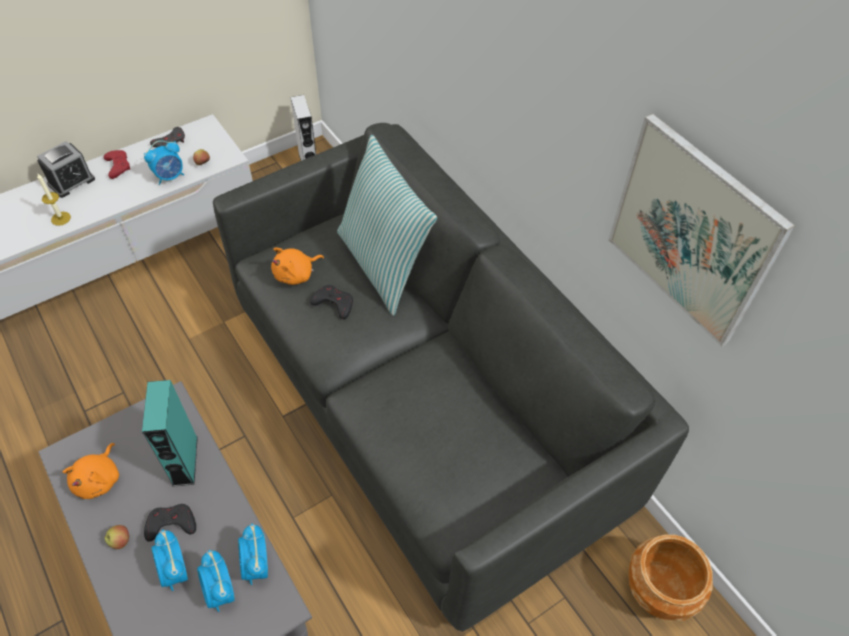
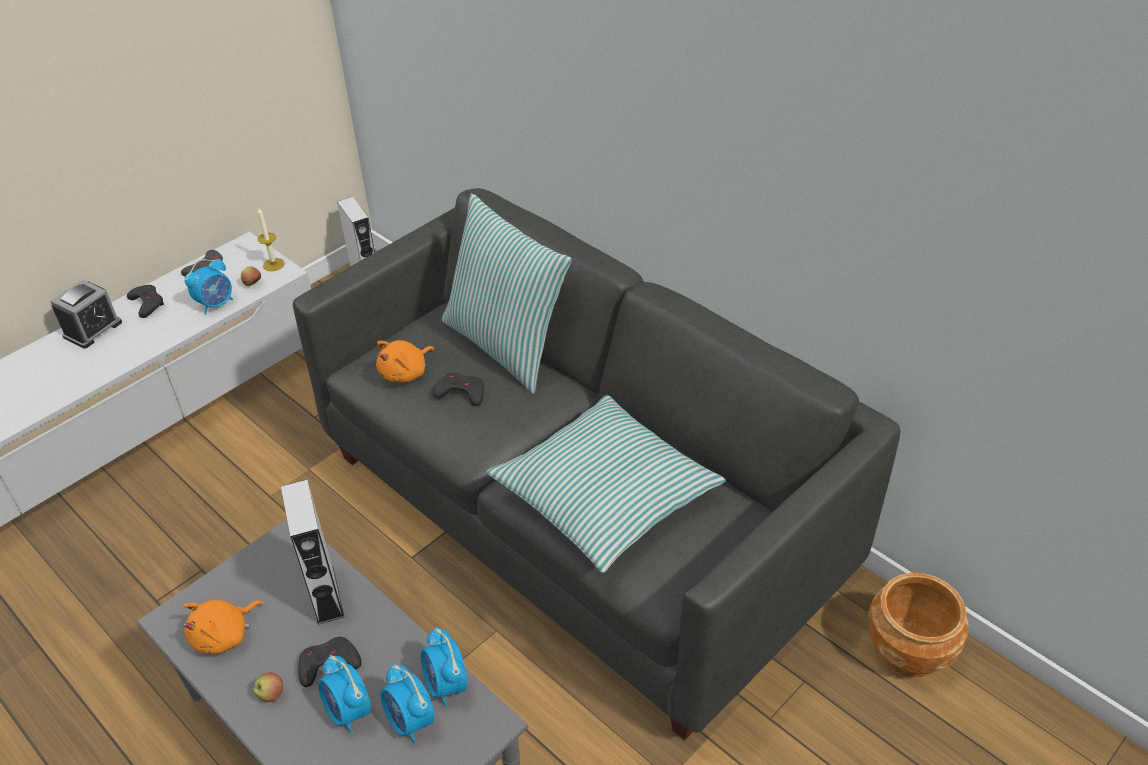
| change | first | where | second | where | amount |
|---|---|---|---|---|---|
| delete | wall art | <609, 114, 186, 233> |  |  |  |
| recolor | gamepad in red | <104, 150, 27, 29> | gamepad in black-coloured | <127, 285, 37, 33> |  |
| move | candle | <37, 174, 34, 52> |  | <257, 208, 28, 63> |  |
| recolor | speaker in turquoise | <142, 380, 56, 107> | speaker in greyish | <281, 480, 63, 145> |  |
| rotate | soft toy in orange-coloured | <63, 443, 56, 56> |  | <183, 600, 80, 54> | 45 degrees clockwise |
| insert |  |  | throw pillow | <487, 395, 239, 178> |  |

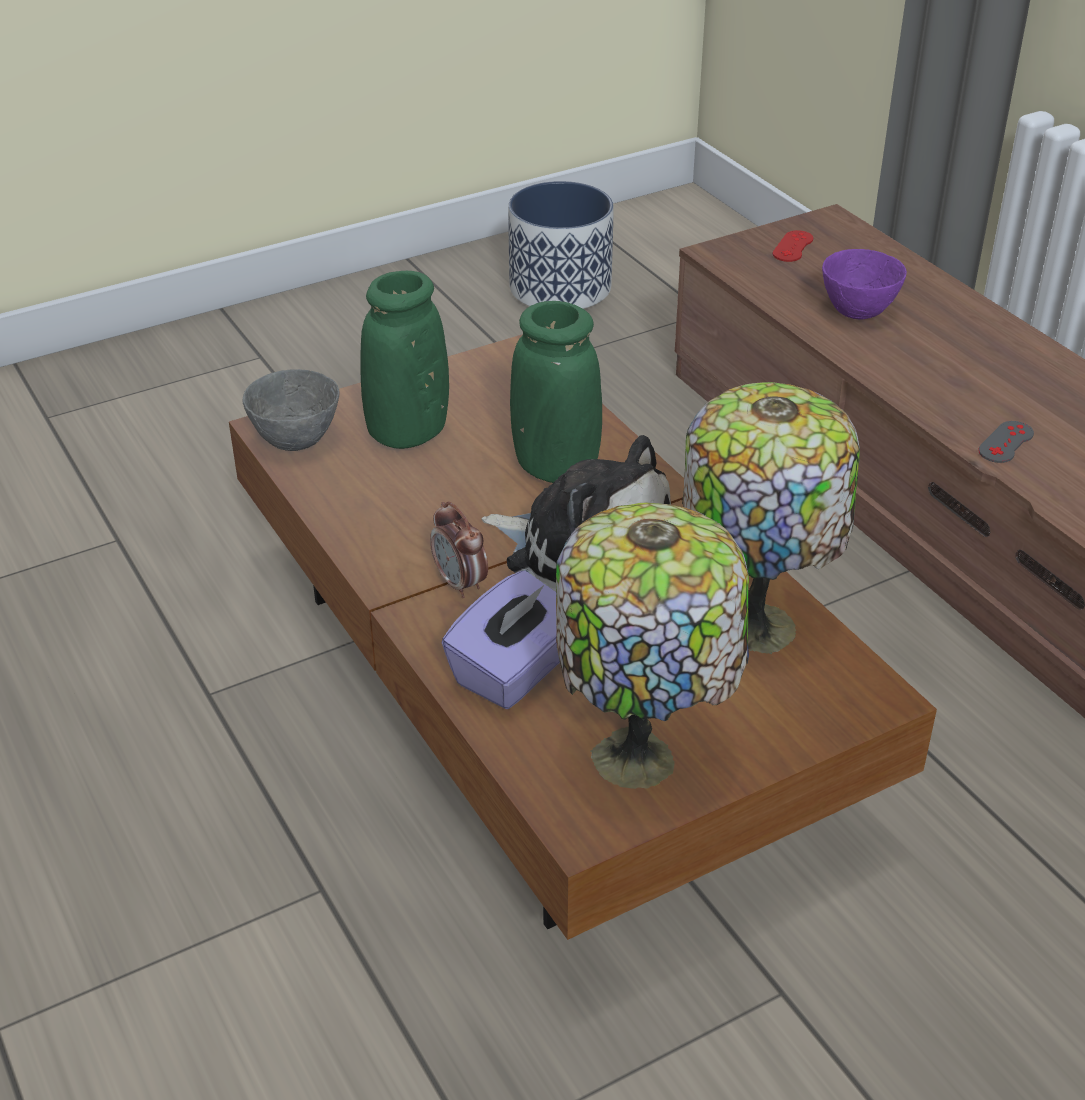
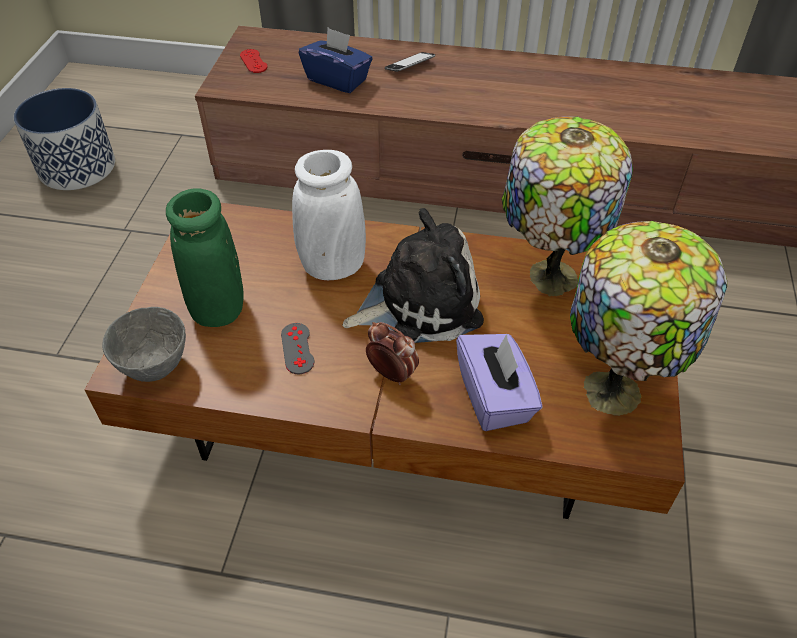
| change | first | where | second | where | amount |
|---|---|---|---|---|---|
| replace | bowl in purple-coloured | <822, 249, 85, 71> | box of tissues in blue | <299, 28, 73, 65> |  |
| recolor | vase in greenish | <510, 301, 92, 182> | vase in white | <292, 150, 74, 130> |  |
| move | gamepad in greyish | <978, 421, 56, 42> |  | <281, 323, 33, 51> |  |
| rotate | bedside clock | <430, 501, 58, 97> |  | <366, 322, 53, 63> | 150 degrees counterclockwise |
| insert |  |  | phone | <385, 52, 50, 20> |  |

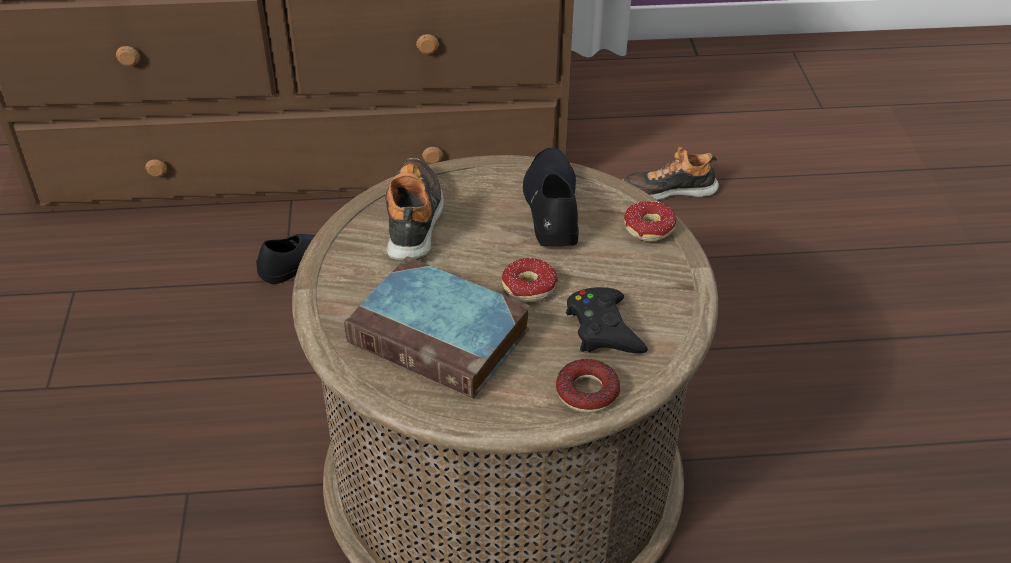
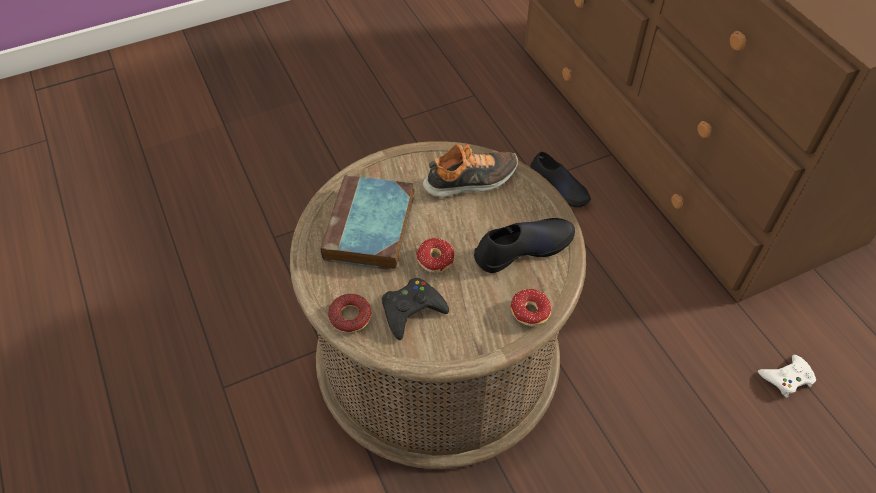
| change | first | where | second | where | amount |
|---|---|---|---|---|---|
| replace | item of footwear | <622, 147, 97, 53> | gamepad in white | <758, 355, 58, 43> |  |

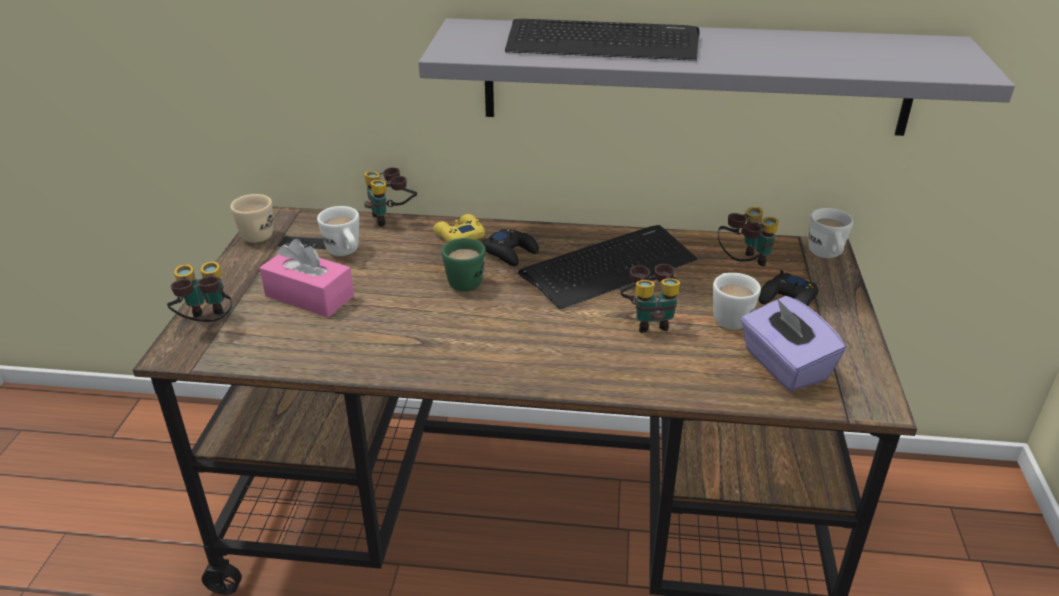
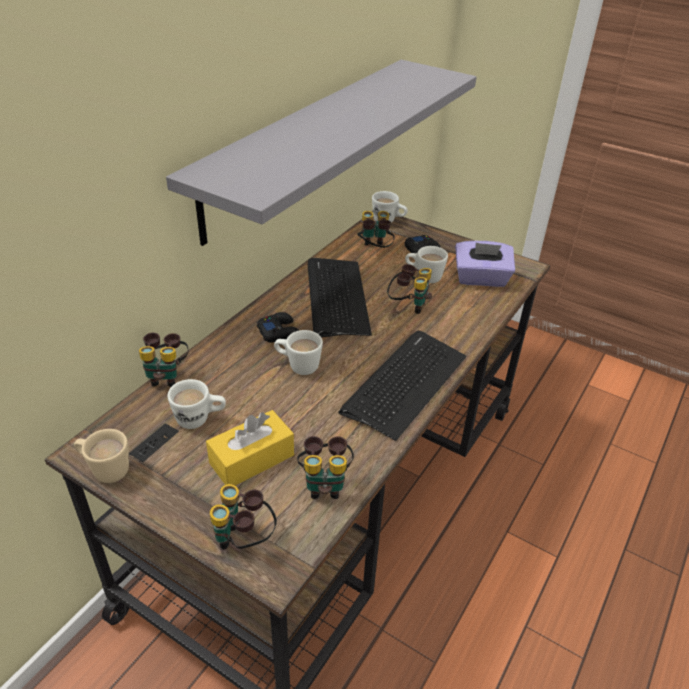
| change | first | where | second | where | amount |
|---|---|---|---|---|---|
| move | computer keyboard | <505, 19, 195, 42> |  | <338, 331, 128, 110> |  |
| delete | gamepad in yellowish | <433, 214, 52, 28> |  |  |  |
| recolor | tea mug in greenish | <442, 238, 44, 53> | tea mug in white | <274, 330, 49, 45> |  |
| recolor | box of tissues in pinkish | <260, 239, 94, 78> | box of tissues in yellowish | <206, 410, 88, 76> |  |
| insert |  |  | field glasses | <297, 436, 57, 63> |  |

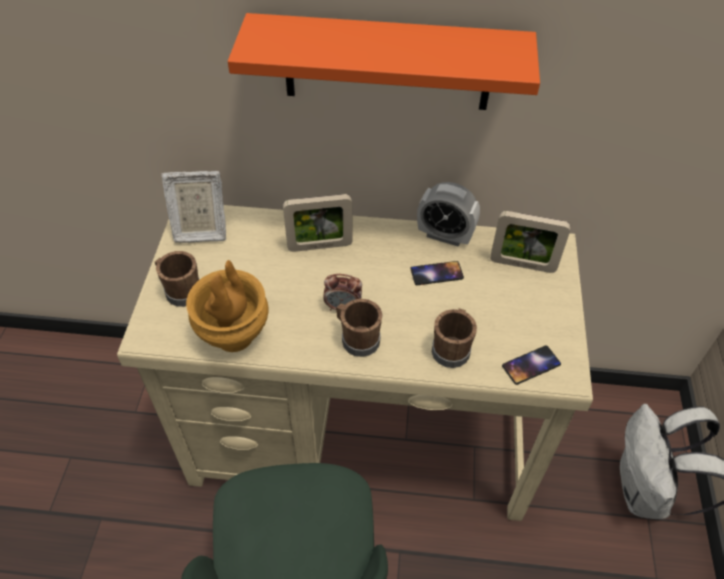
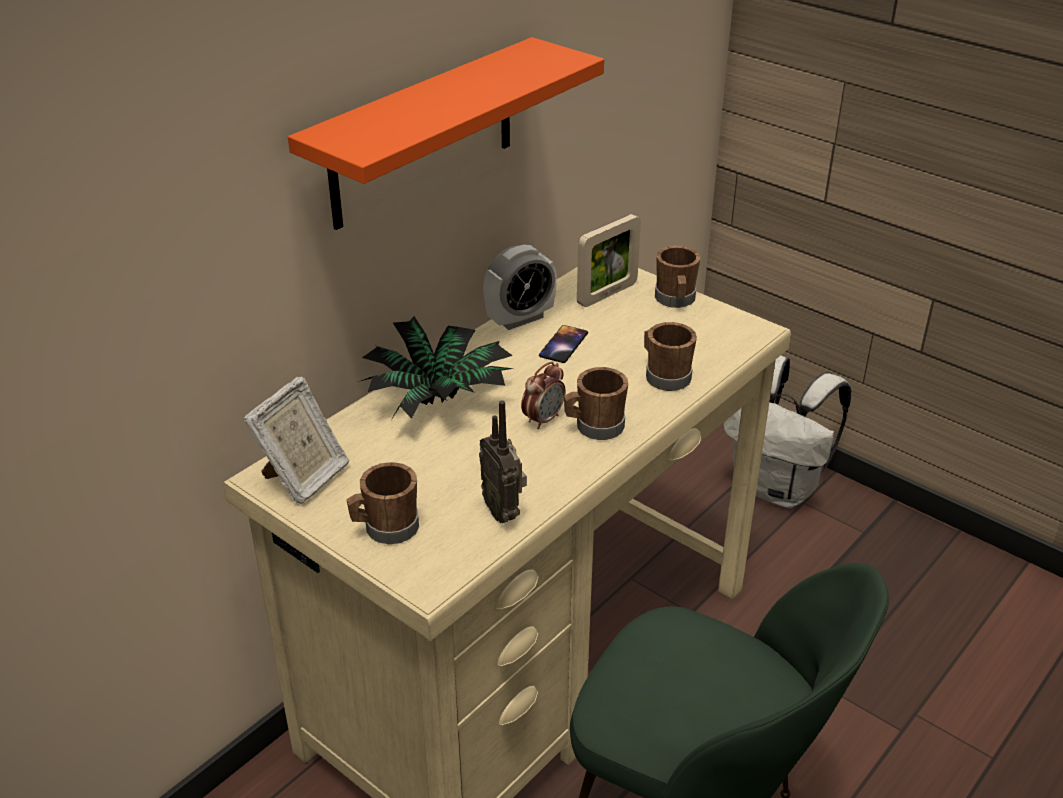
| change | first | where | second | where | amount |
|---|---|---|---|---|---|
| replace | picture frame | <283, 194, 70, 58> | potted plant | <358, 316, 156, 106> |  |
| replace | vase in brown-coloured | <186, 260, 83, 92> | radio | <479, 400, 48, 123> |  |
| delete | phone | <502, 345, 59, 40> |  |  |  |
| insert |  |  | tea mug in brown-coloured | <655, 246, 45, 62> |  |

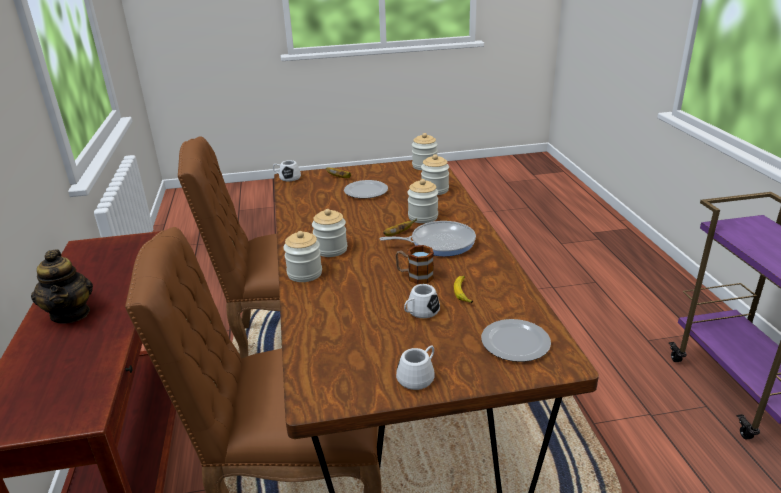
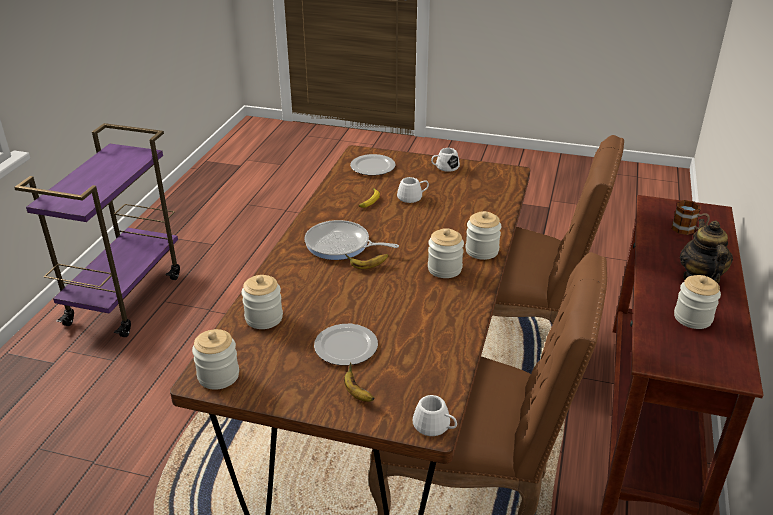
| change | first | where | second | where | amount |
|---|---|---|---|---|---|
| move | preserve jar | <407, 179, 31, 44> |  | <674, 275, 47, 54> |  |
| move | tea mug | <395, 245, 39, 39> |  | <672, 200, 38, 35> |  |

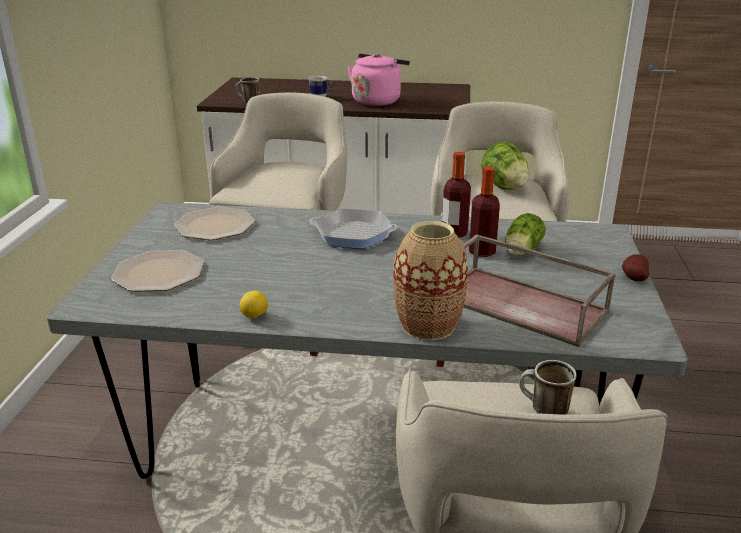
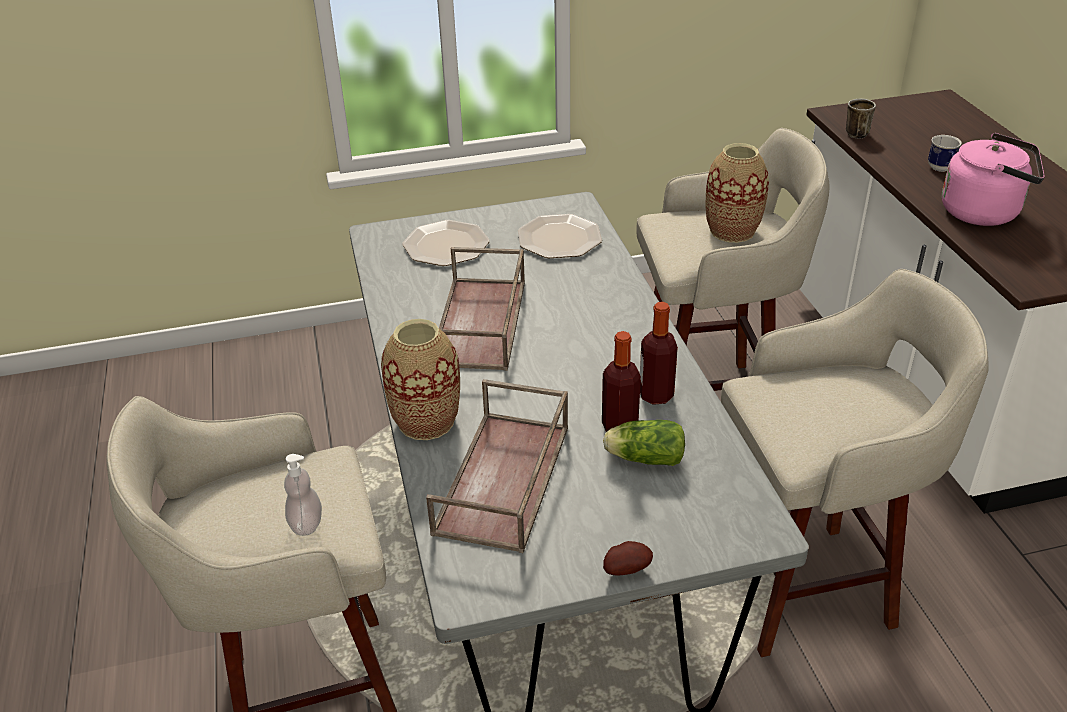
| change | first | where | second | where | amount |
|---|---|---|---|---|---|
| delete | lettuce head | <481, 142, 48, 48> |  |  |  |
| delete | frying pan | <309, 208, 89, 41> |  |  |  |
| delete | citrus fruit | <240, 291, 28, 27> |  |  |  |
| replace | tea mug | <519, 360, 58, 55> | liquid soap bottle | <284, 454, 38, 82> |  |
| insert |  |  | vase | <705, 143, 64, 100> |  |
| insert |  |  | carrying tray in brown-coloured | <439, 247, 86, 124> |  |

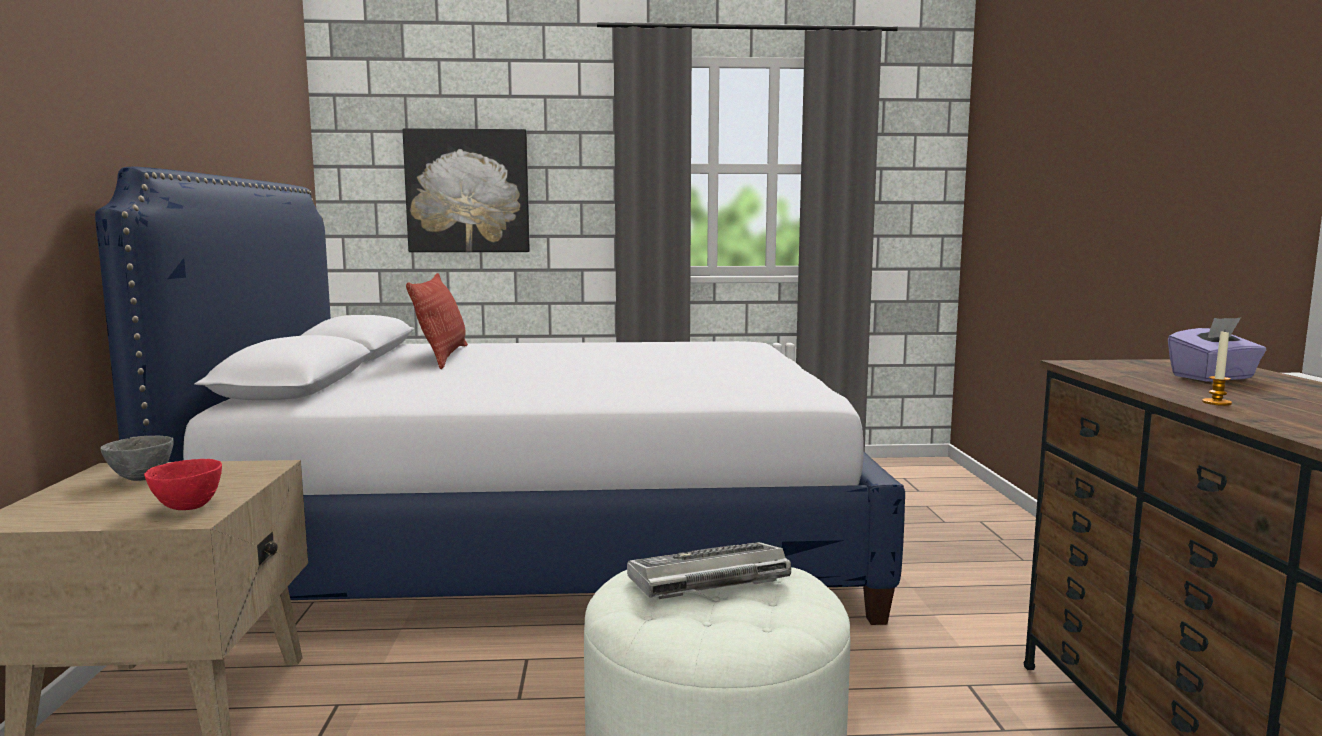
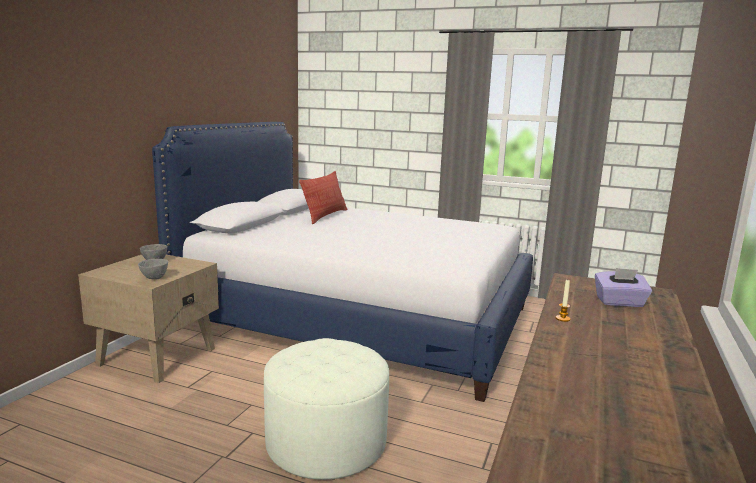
| change | first | where | second | where | amount |
|---|---|---|---|---|---|
| delete | wall art | <402, 128, 128, 124> |  |  |  |
| recolor | bowl in red | <144, 459, 78, 51> | bowl in greyish | <138, 259, 30, 21> |  |
| delete | computer keyboard | <627, 542, 164, 57> |  |  |  |

